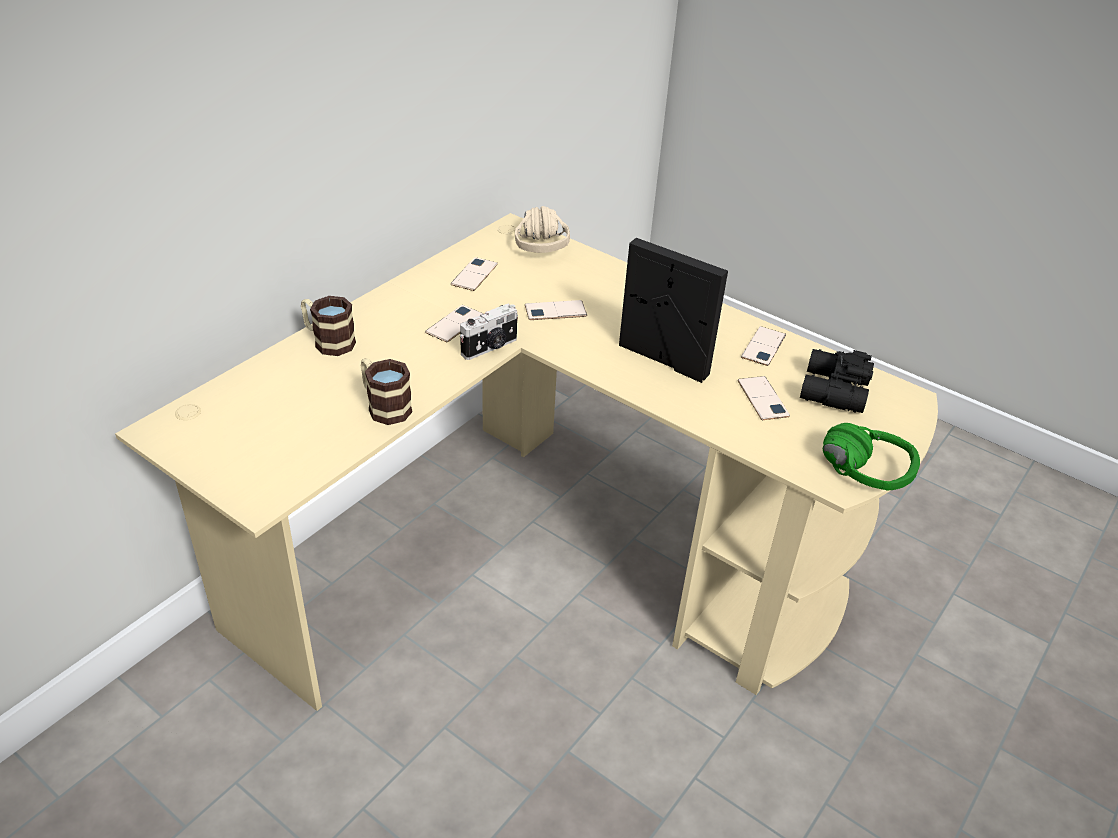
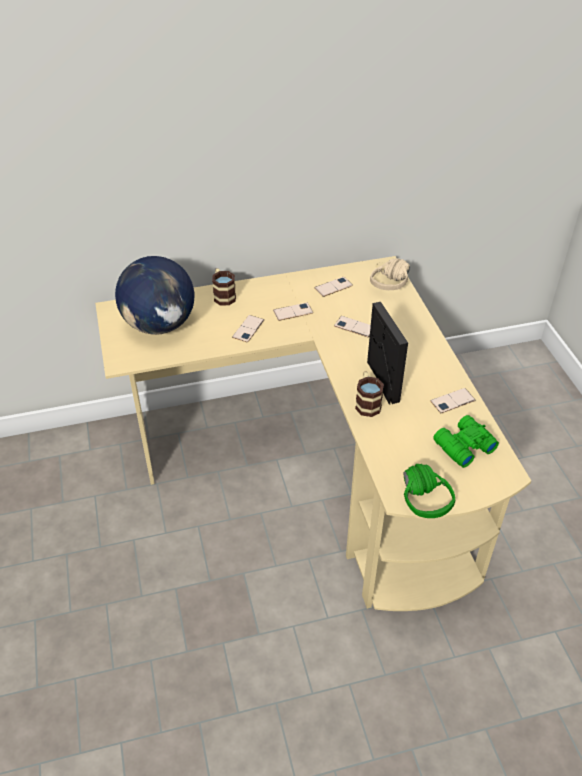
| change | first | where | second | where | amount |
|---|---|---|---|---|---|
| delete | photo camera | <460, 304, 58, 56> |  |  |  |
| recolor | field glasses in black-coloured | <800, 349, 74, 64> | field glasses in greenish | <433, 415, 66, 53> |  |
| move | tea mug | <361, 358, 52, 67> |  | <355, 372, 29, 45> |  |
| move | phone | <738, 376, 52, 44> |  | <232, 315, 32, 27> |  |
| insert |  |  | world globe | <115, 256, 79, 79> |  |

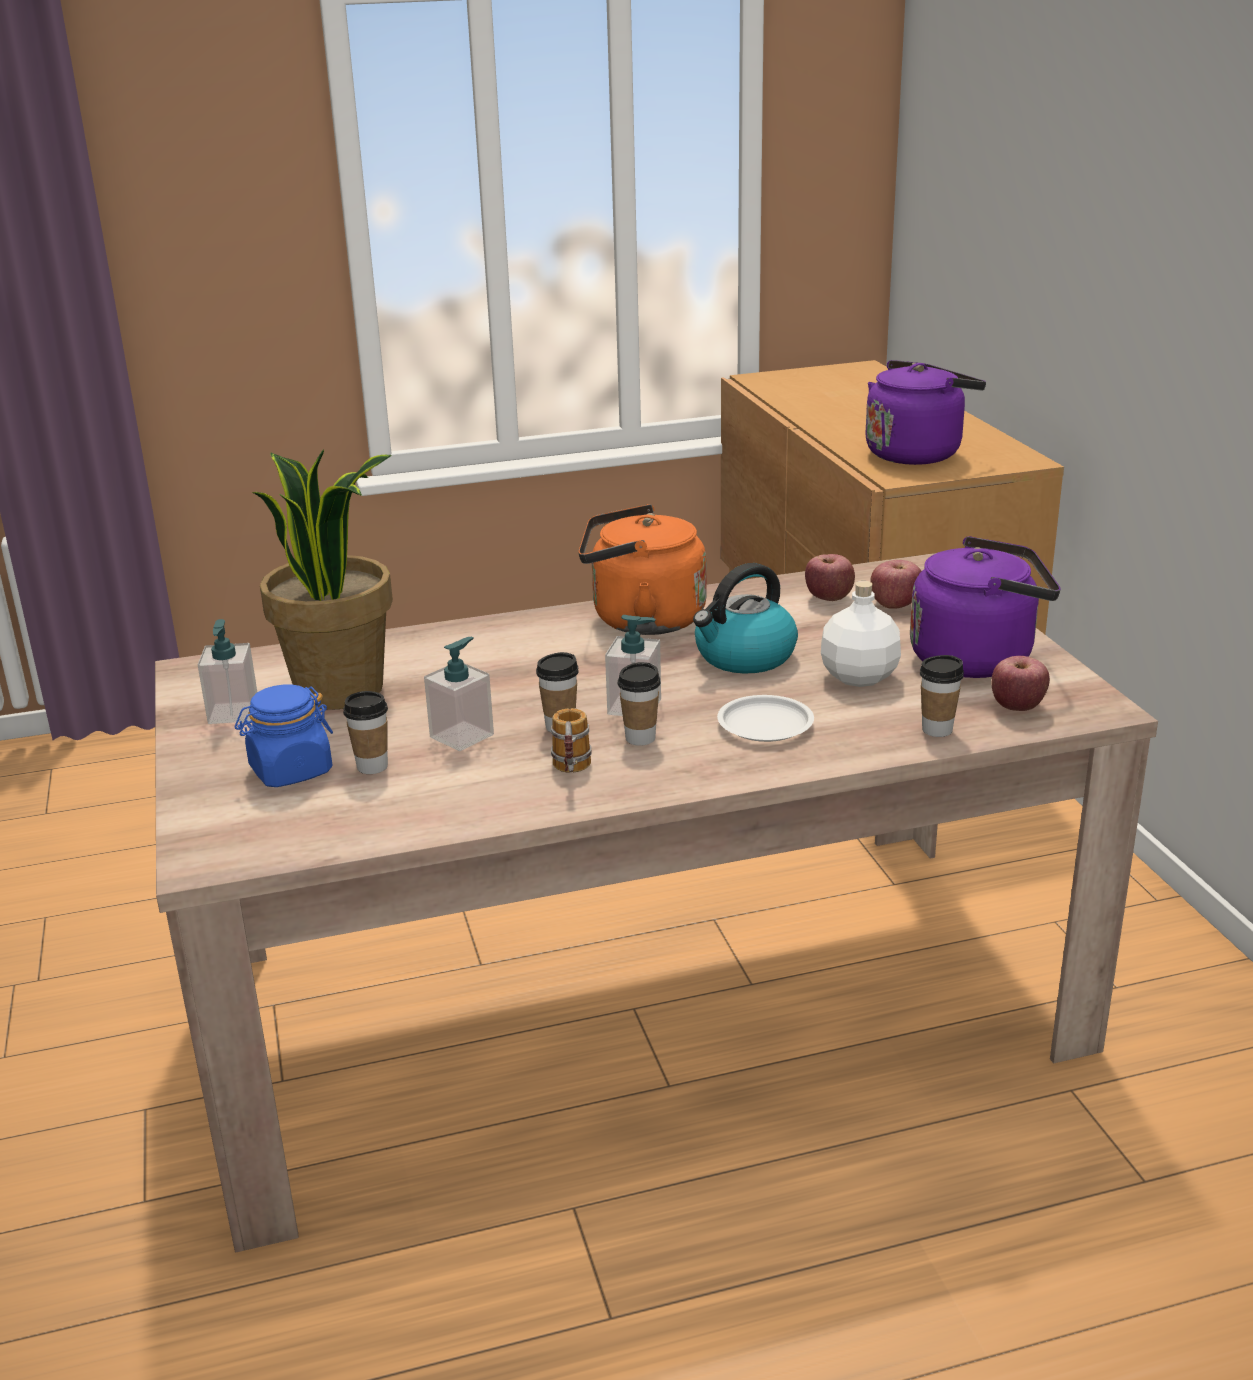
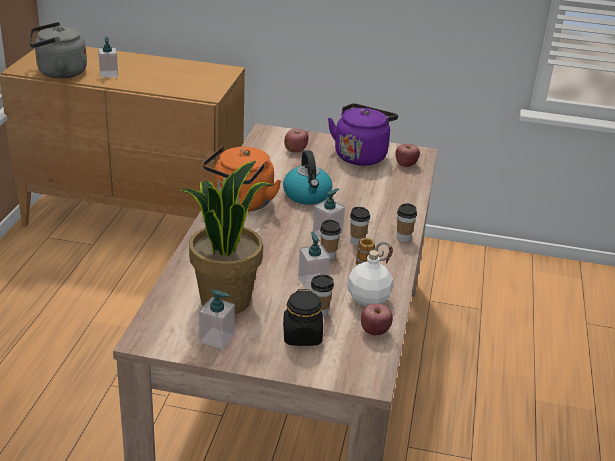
| change | first | where | second | where | amount |
|---|---|---|---|---|---|
| delete | water kettle in purple-coloured | <865, 360, 121, 105> |  |  |  |
| move | whole apple | <805, 554, 50, 47> |  | <361, 303, 32, 33> |  |
| move | bottle in white | <821, 581, 80, 106> |  | <347, 250, 46, 57> |  |
| move | small cup | <920, 655, 44, 82> |  | <397, 203, 20, 39> |  |
| recolor | preserve jar in blue | <235, 685, 98, 102> | preserve jar in black-coloured | <283, 289, 40, 57> |  |
| delete | dinner plate in white | <717, 695, 97, 47> |  |  |  |
| insert |  |  | water kettle in greyish | <30, 22, 57, 56> |  |
| insert |  |  | liquid soap bottle | <98, 37, 20, 41> |  |

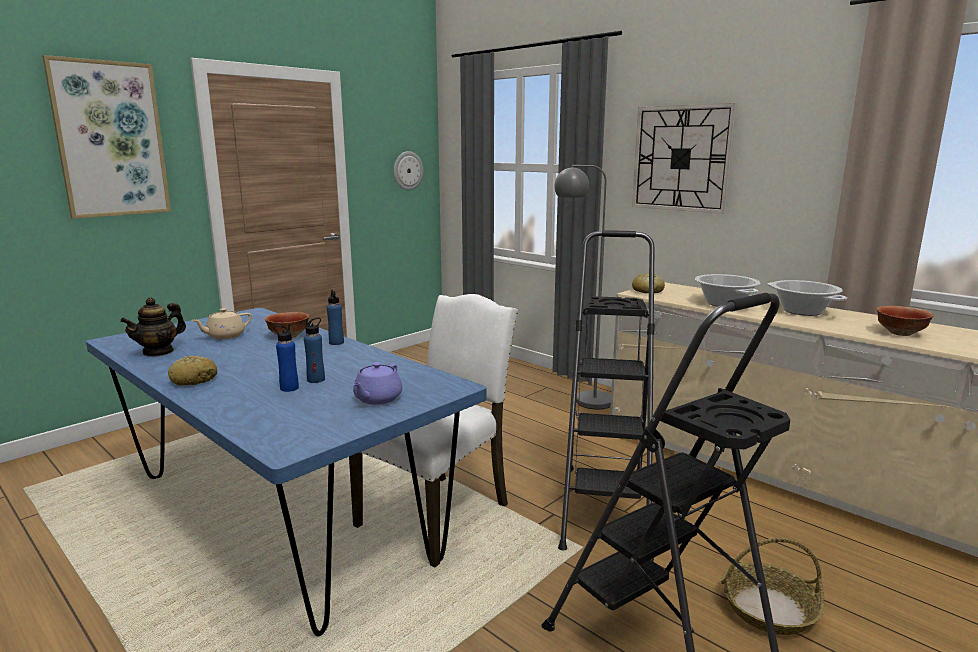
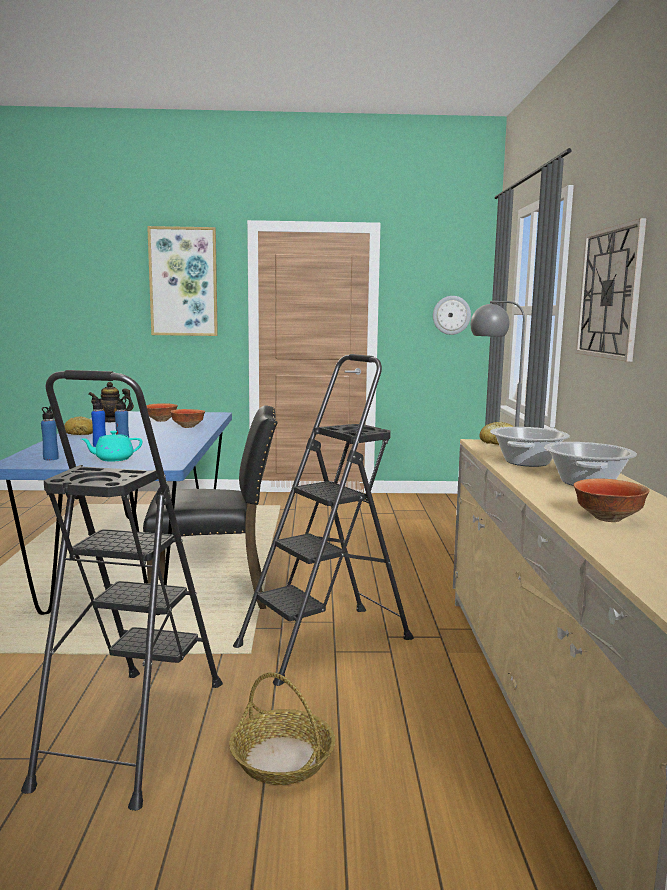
| change | first | where | second | where | amount |
|---|---|---|---|---|---|
| move | bottle in blue | <327, 290, 17, 55> |  | <41, 406, 18, 54> |  |
| recolor | chair in white | <349, 294, 169, 273> | chair in black-coloured | <143, 405, 135, 211> |  |
| replace | pot for tea in sand-coloured | <191, 308, 61, 31> | bowl | <146, 403, 32, 19> |  |
| recolor | pot for tea in purple-coloured | <353, 362, 49, 43> | pot for tea in turquoise | <81, 431, 61, 31> |  |

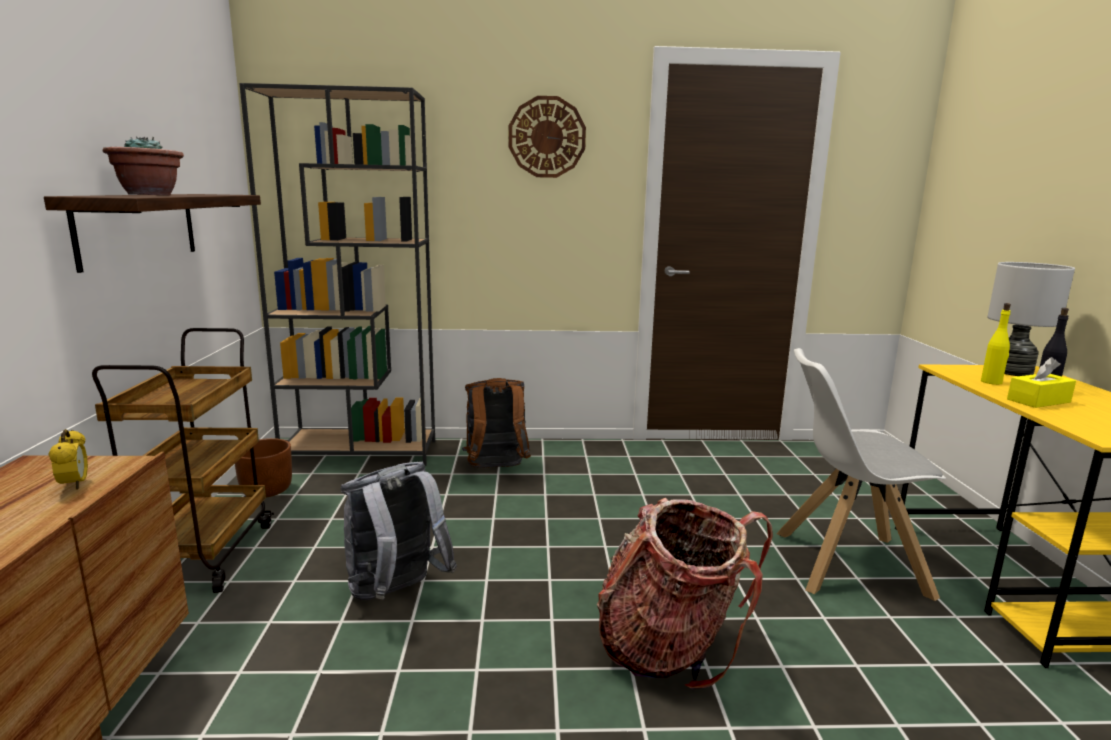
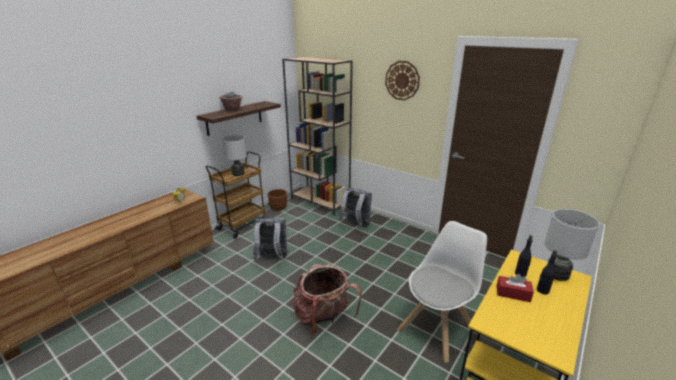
| change | first | where | second | where | amount |
|---|---|---|---|---|---|
| recolor | bottle in yellowish | <981, 303, 30, 82> | bottle in black-coloured | <515, 235, 18, 42> |  |
| rotate | chair | <776, 348, 170, 253> |  | <397, 221, 90, 141> | 90 degrees clockwise |
| recolor | box of tissues in yellowish | <1007, 357, 69, 51> | box of tissues in red | <497, 274, 37, 28> |  |
| recolor | rucksack in brown-coloured | <462, 378, 69, 90> | rucksack in greyish | <339, 188, 33, 39> |  |
| insert |  |  | tabletop lamp in greyish | <222, 135, 25, 41> |  |

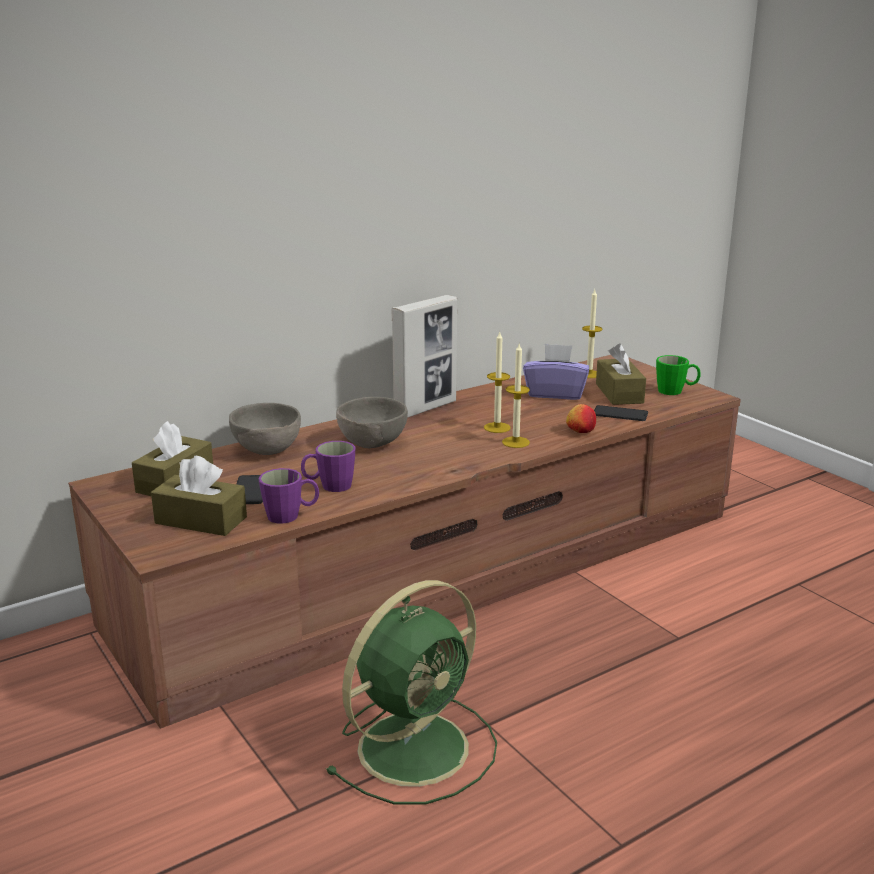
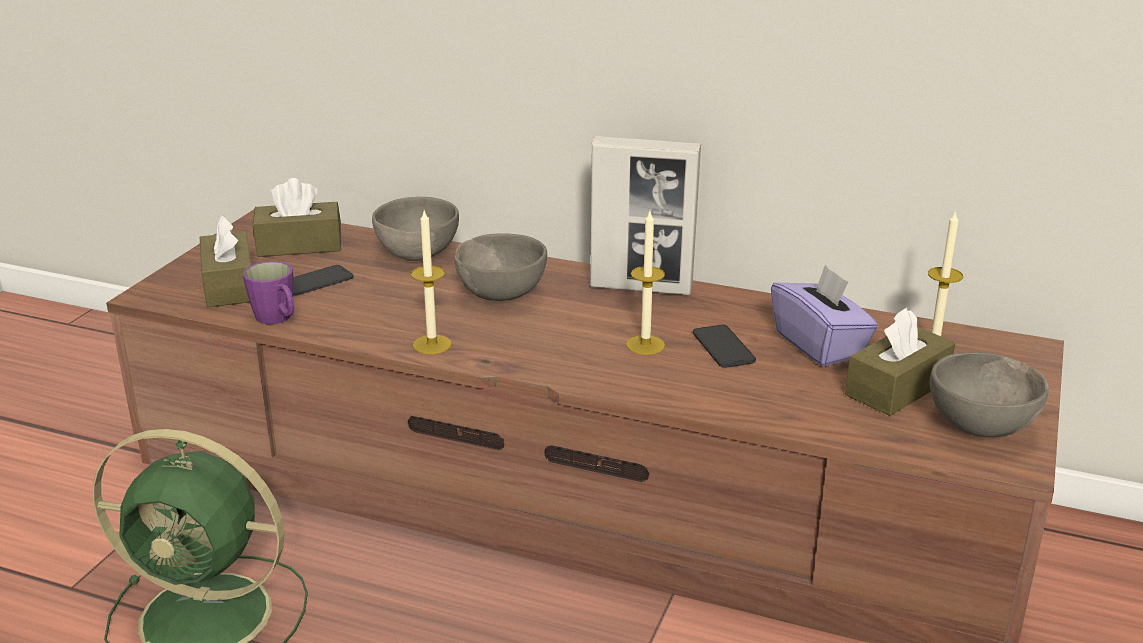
| change | first | where | second | where | amount |
|---|---|---|---|---|---|
| move | candle | <502, 344, 28, 104> |  | <411, 211, 41, 143> |  |
| replace | tea mug in greenish | <656, 355, 45, 40> | bowl in greyish | <930, 352, 119, 85> |  |
| delete | whole apple | <566, 404, 30, 29> |  |  |  |
| move | phone | <594, 405, 54, 16> |  | <693, 325, 63, 43> |  |
| delete | tea mug in purple-coloured | <301, 441, 55, 51> |  |  |  |

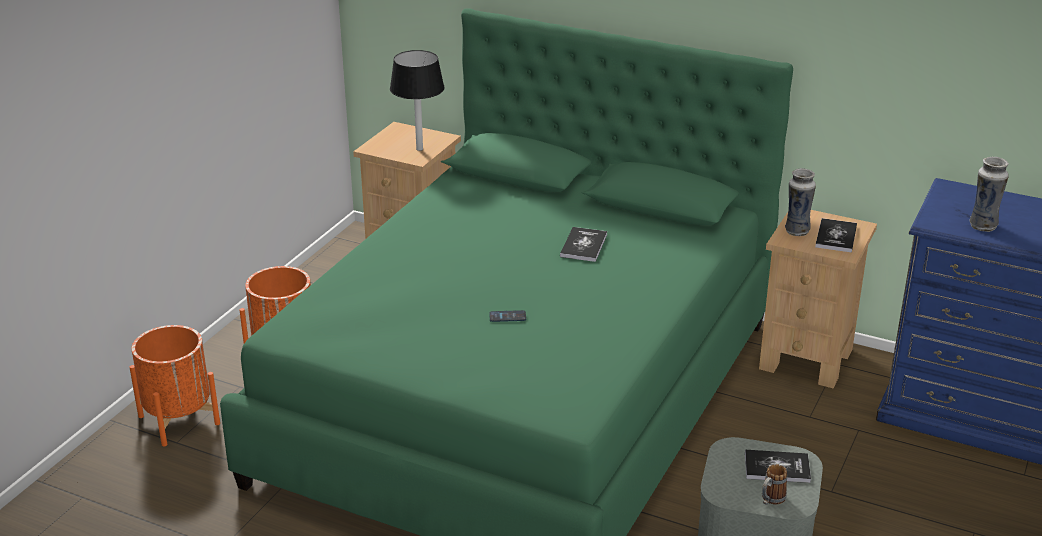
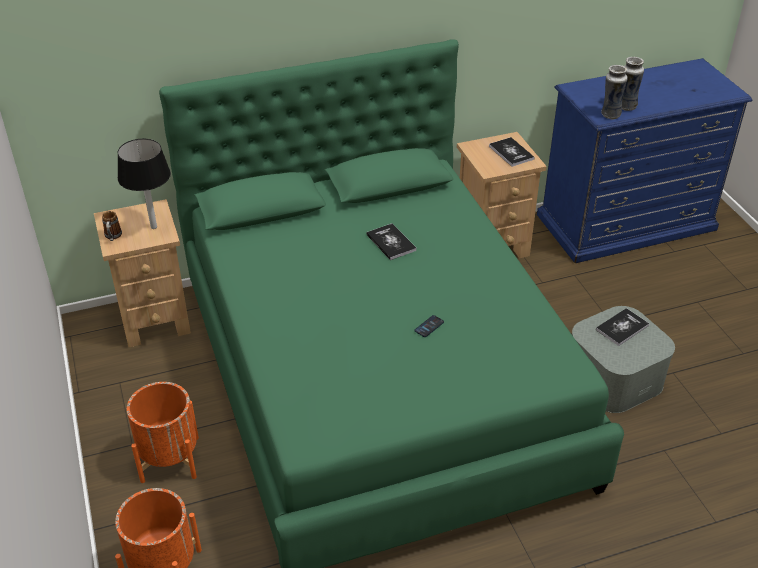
| change | first | where | second | where | amount |
|---|---|---|---|---|---|
| move | vase | <785, 168, 31, 68> |  | <601, 65, 26, 54> |  |
| move | tea mug | <762, 464, 25, 41> |  | <102, 211, 20, 30> |  |

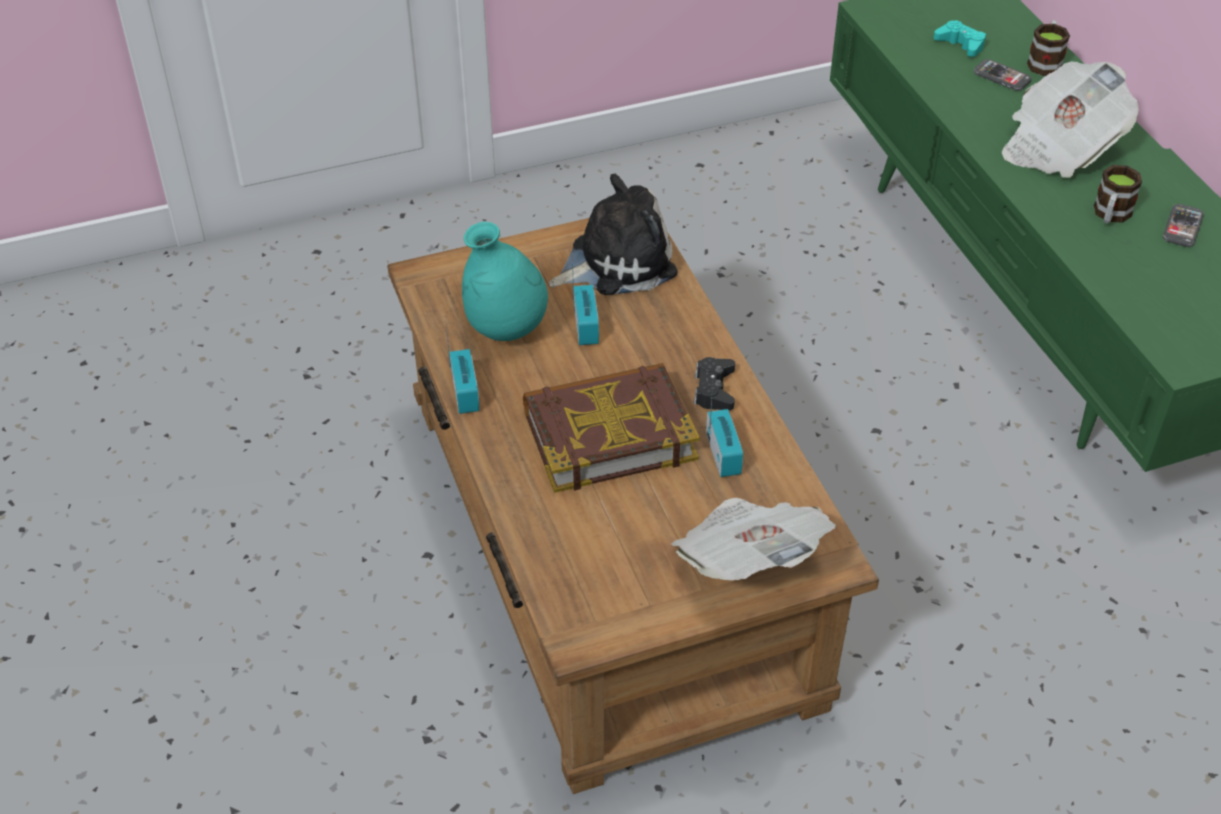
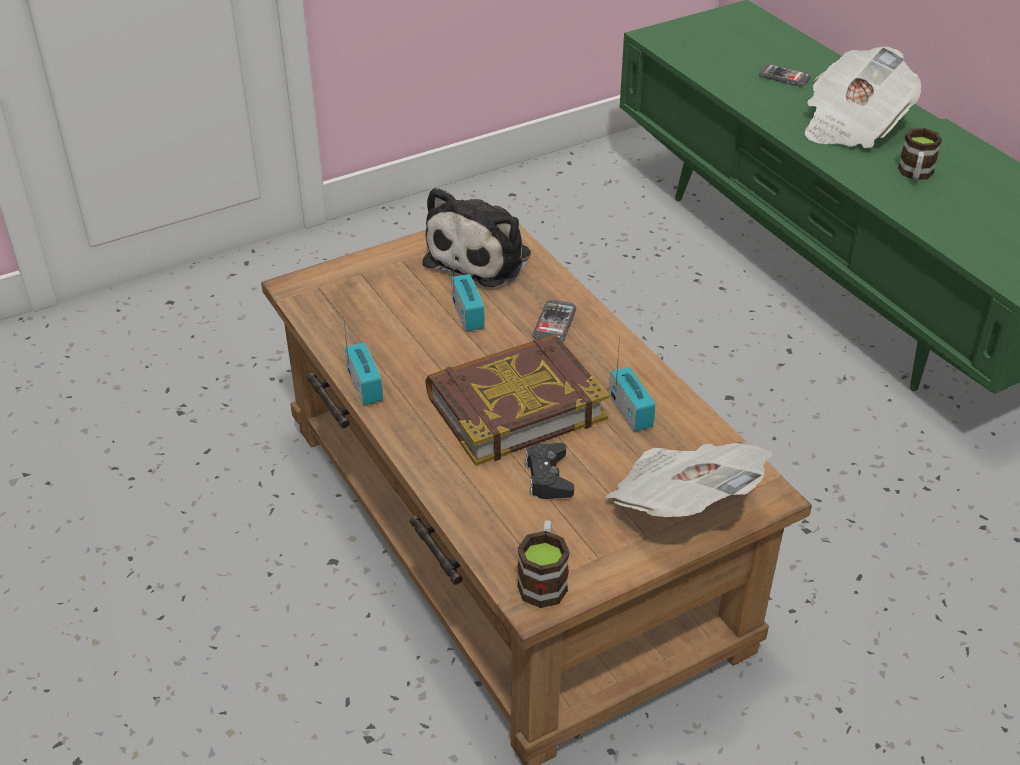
| change | first | where | second | where | amount |
|---|---|---|---|---|---|
| delete | gamepad in turquoise | <934, 20, 52, 37> |  |  |  |
| move | tea mug | <1027, 20, 43, 56> |  | <517, 520, 53, 88> |  |
| rotate | soft toy | <549, 174, 128, 121> |  | <423, 187, 108, 100> | 150 degrees clockwise |
| move | phone | <1163, 204, 41, 43> |  | <533, 300, 43, 42> |  |
| delete | vase in turquoise | <462, 222, 86, 119> |  |  |  |
| move | gamepad in black-coloured | <694, 357, 41, 53> |  | <525, 443, 49, 56> |  |

